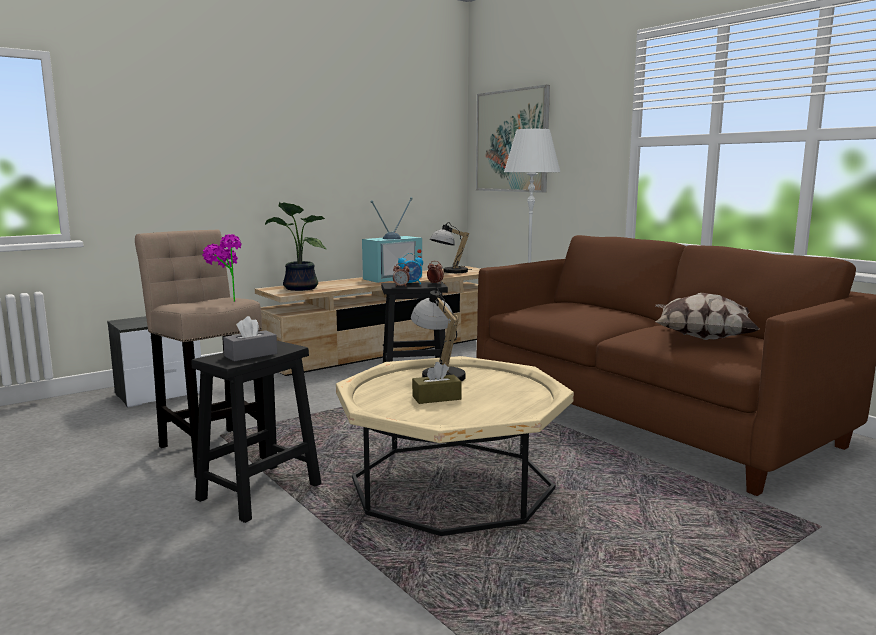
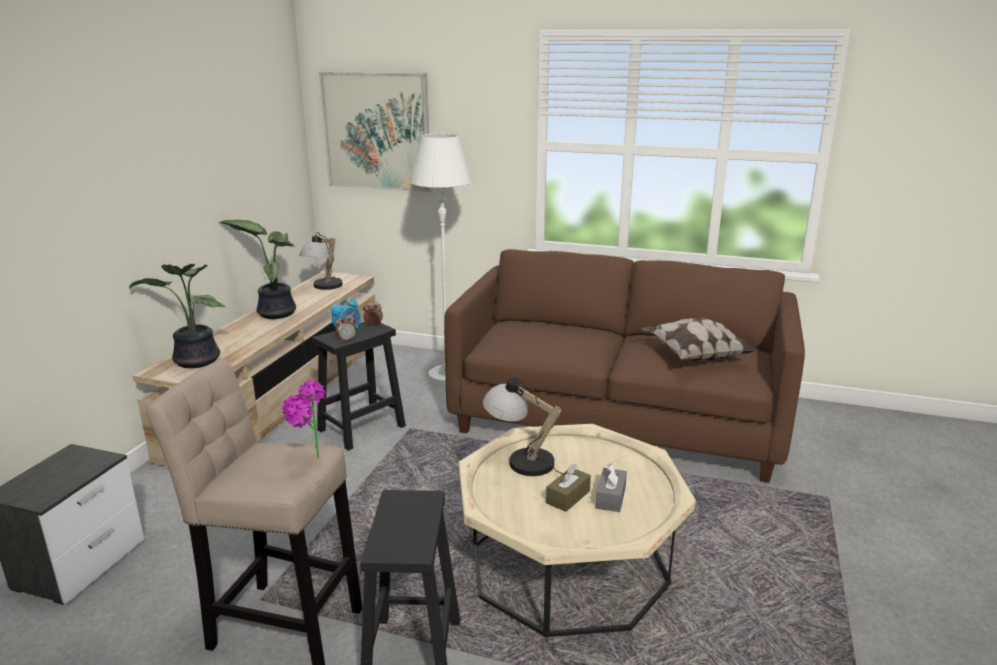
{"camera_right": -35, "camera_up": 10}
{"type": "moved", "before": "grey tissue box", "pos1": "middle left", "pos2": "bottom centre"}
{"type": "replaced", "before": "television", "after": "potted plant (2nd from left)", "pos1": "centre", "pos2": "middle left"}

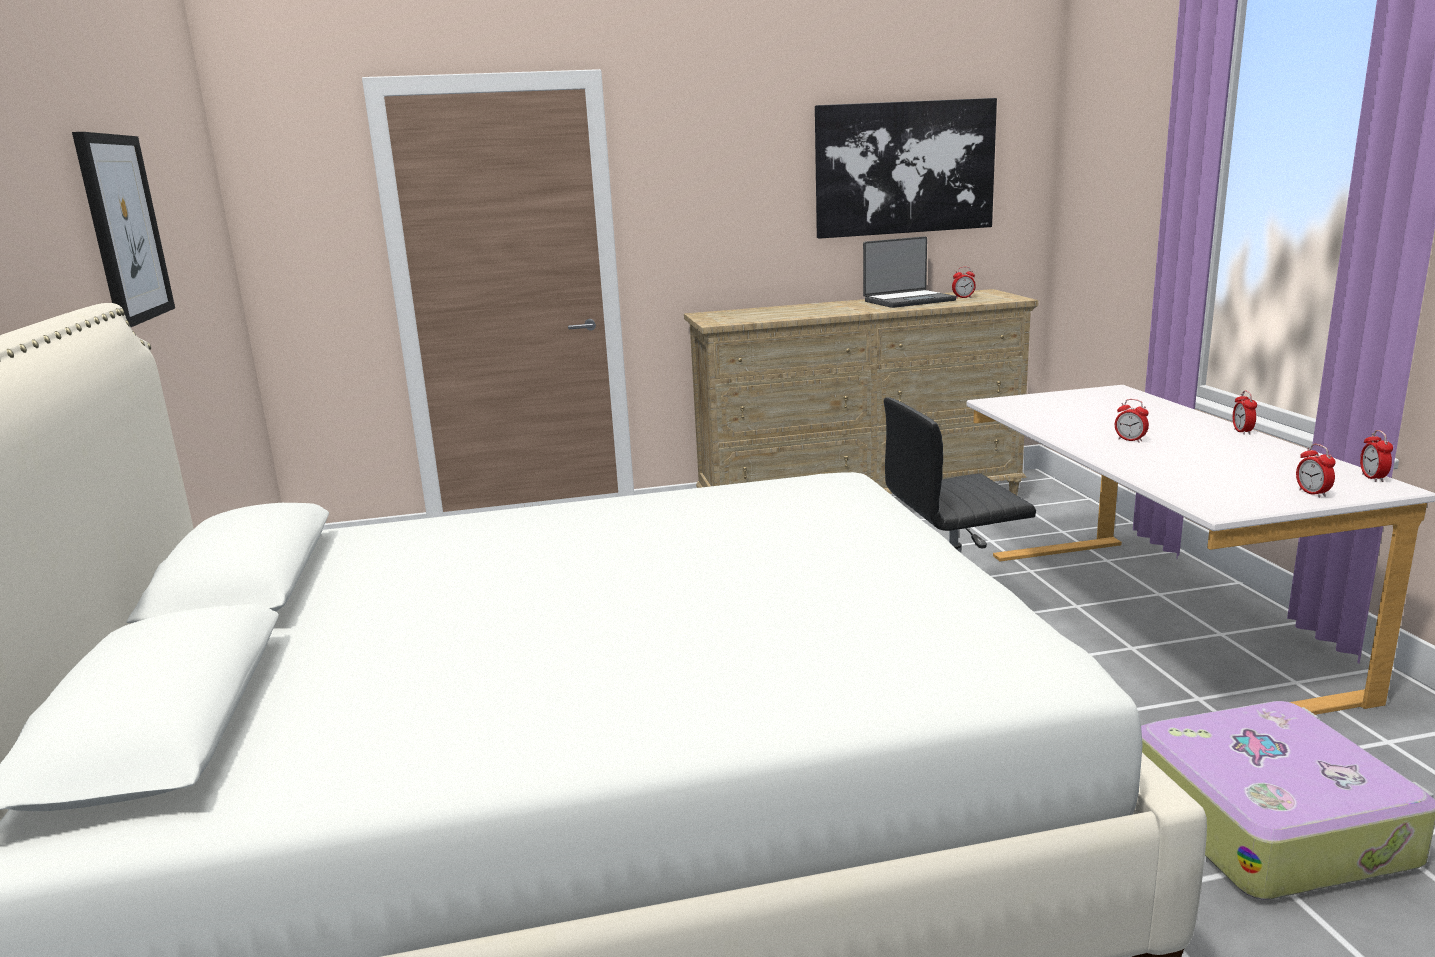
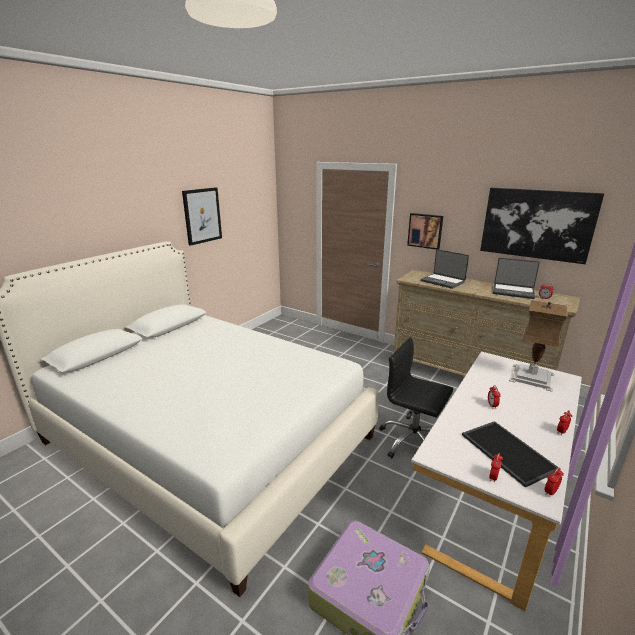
{"camera_right": 45, "camera_up": 5}
{"type": "added", "after": "picture (2nd from left)", "pos2": "middle right"}
{"type": "added", "after": "laptop (1st from left)", "pos2": "middle right"}
{"type": "added", "after": "tray", "pos2": "bottom right"}
{"type": "added", "after": "table lamp", "pos2": "middle right"}

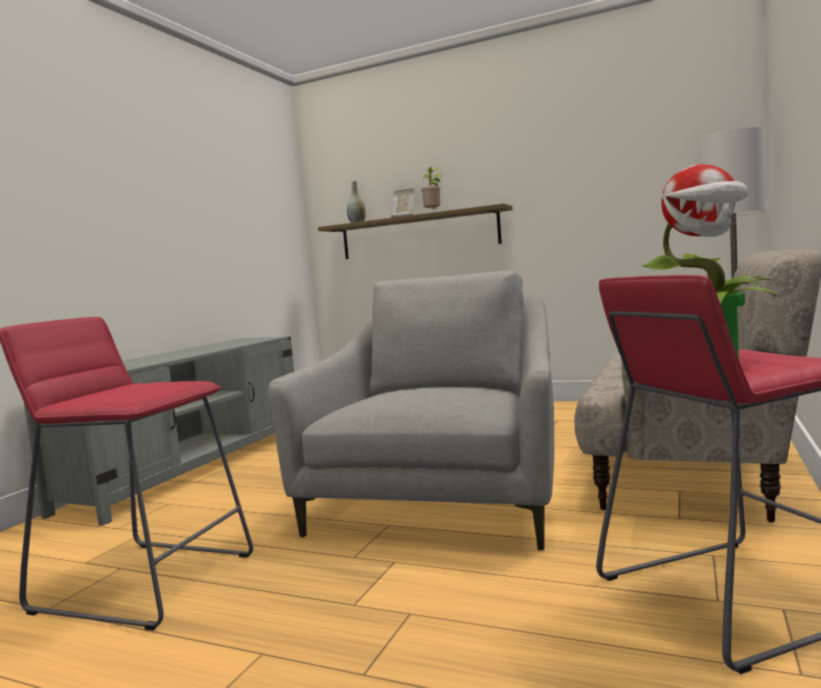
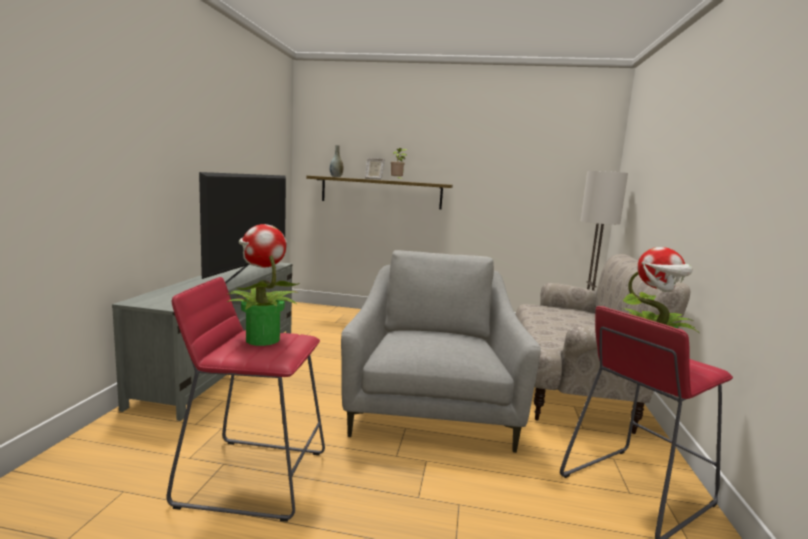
{"camera_right": -15, "camera_up": 5}
{"type": "added", "after": "television", "pos2": "middle left"}
{"type": "added", "after": "potted plant (1st from left)", "pos2": "middle left"}

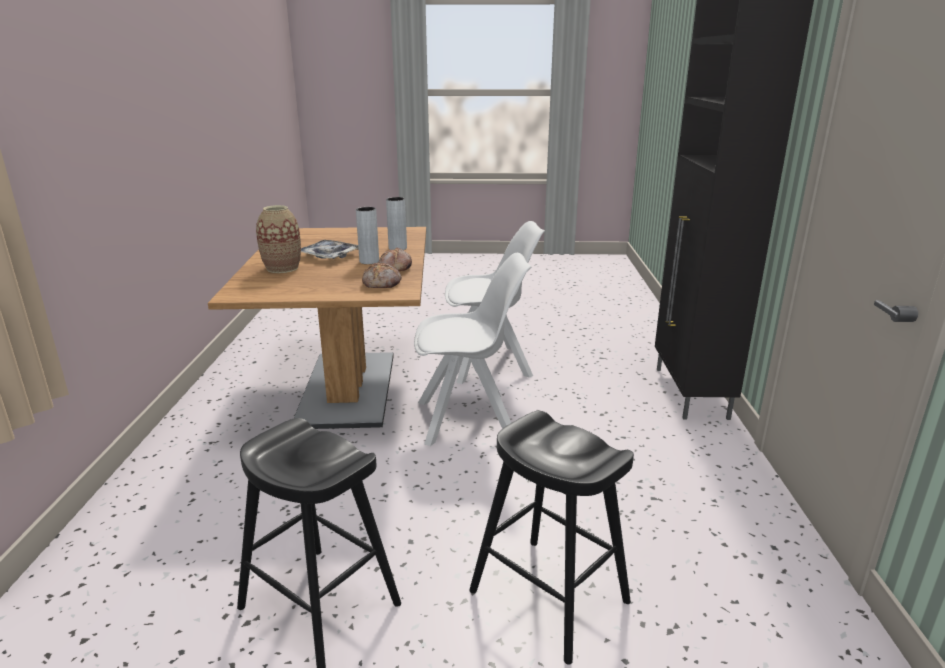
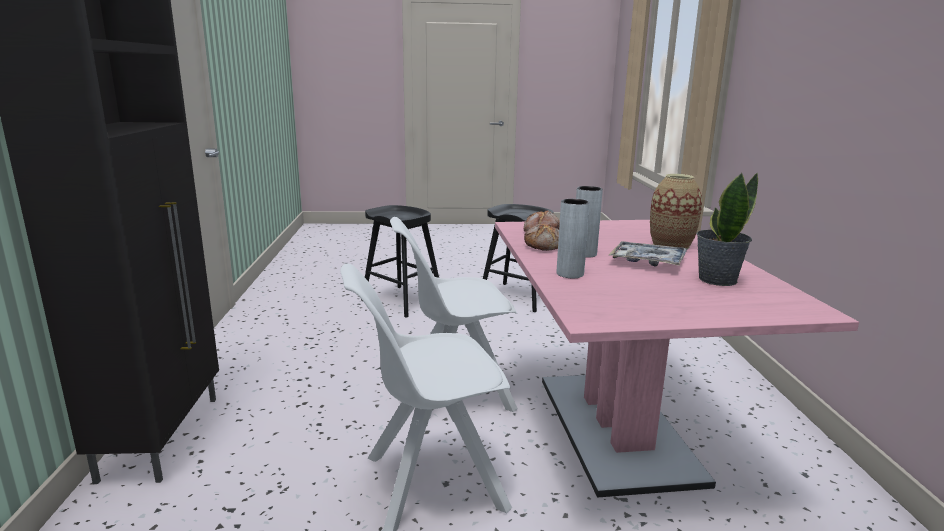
{"camera_right": 175, "camera_up": -5}
{"type": "added", "after": "potted plant", "pos2": "middle right"}
{"type": "recoloured", "before": "brown dining table", "after": "pink dining table", "pos1": "centre", "pos2": "bottom right"}

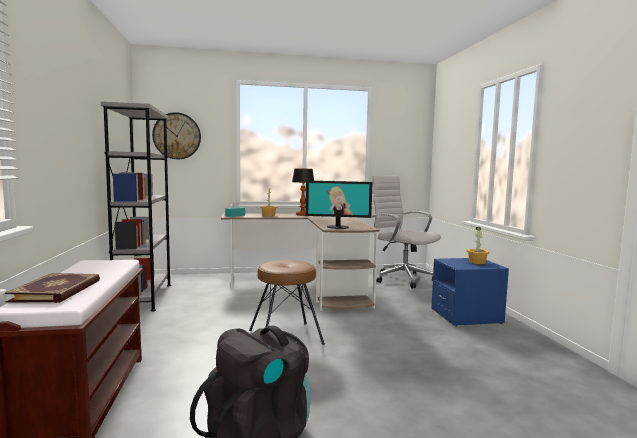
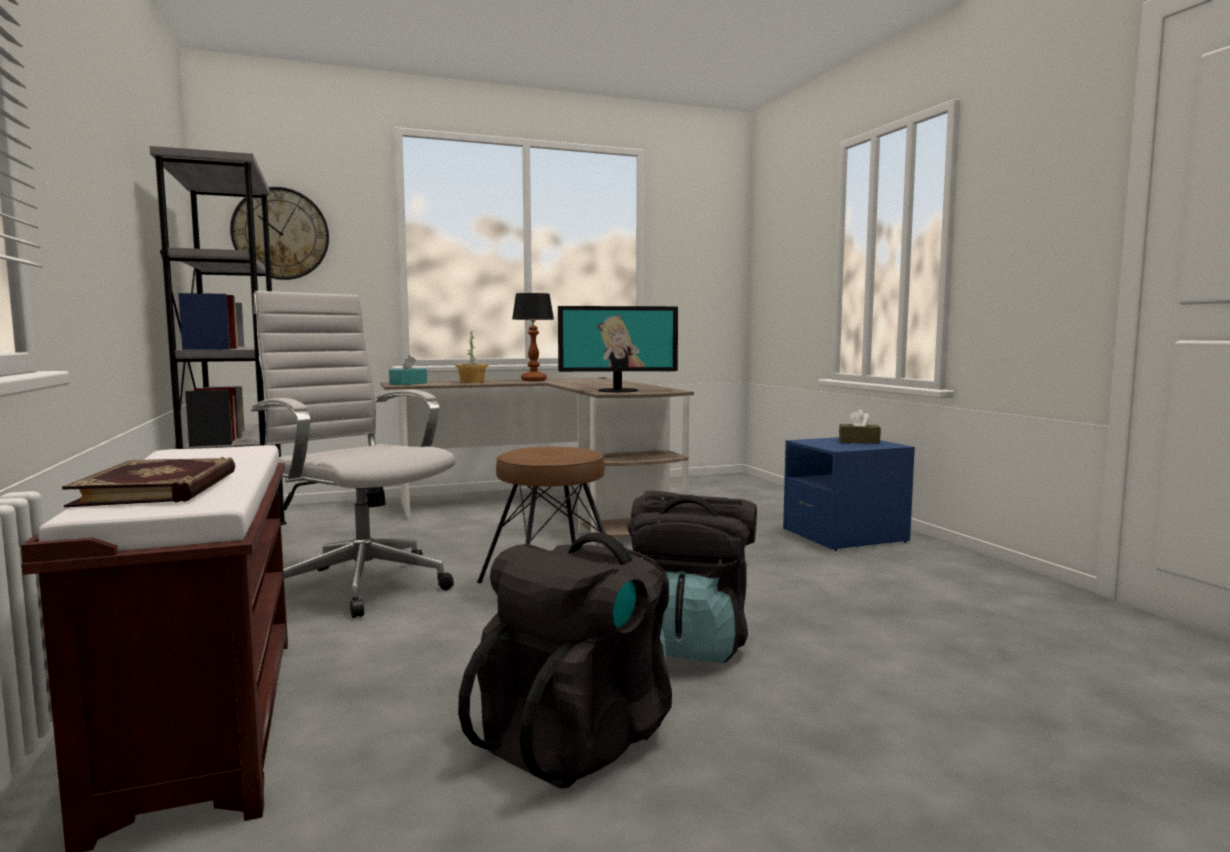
{"camera_right": -10, "camera_up": 0}
{"type": "added", "after": "black backpack (2nd from left)", "pos2": "bottom centre"}
{"type": "moved", "before": "white office chair", "pos1": "centre", "pos2": "middle left"}
{"type": "replaced", "before": "potted plant (2nd from left)", "after": "brown tissue box", "pos1": "middle right", "pos2": "middle right"}

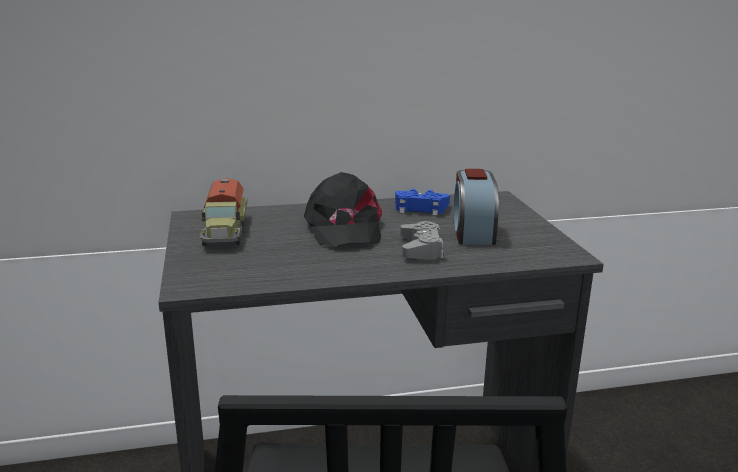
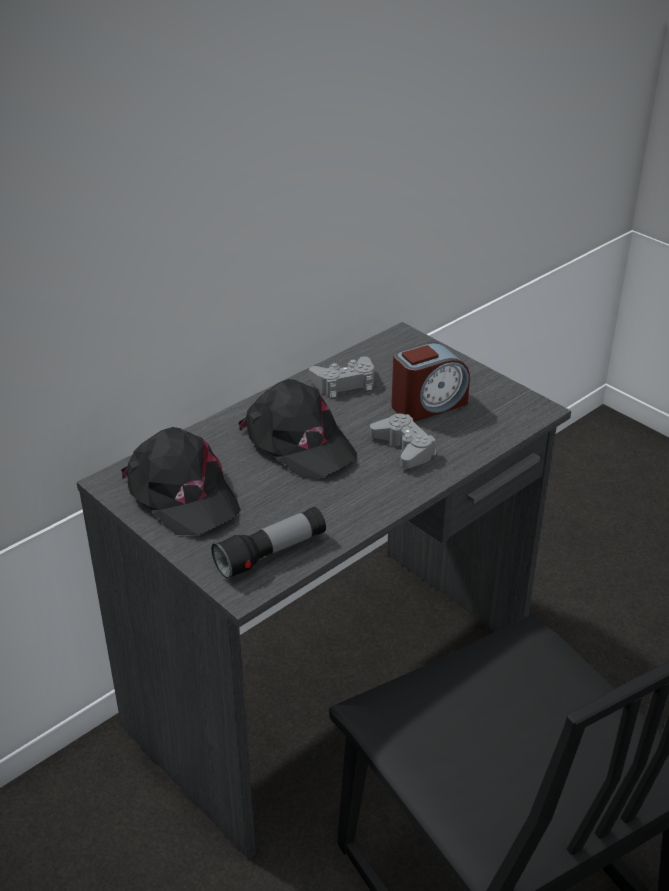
{"camera_right": -30, "camera_up": 15}
{"type": "added", "after": "flashlight", "pos2": "centre"}
{"type": "replaced", "before": "toy truck", "after": "black cap (1st from left)", "pos1": "middle left", "pos2": "middle left"}
{"type": "recoloured", "before": "blue game controller", "after": "grey game controller (1st from left)", "pos1": "centre", "pos2": "centre"}
{"type": "turned", "before": "alarm clock", "pos1": "centre", "pos2": "centre", "turn": -90}

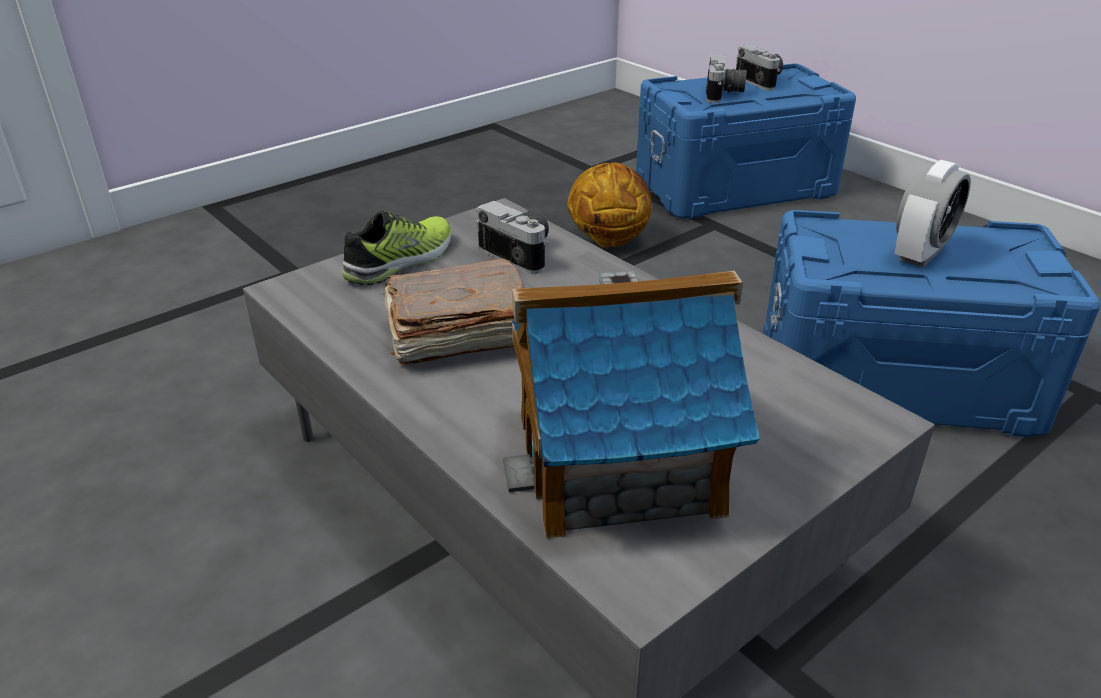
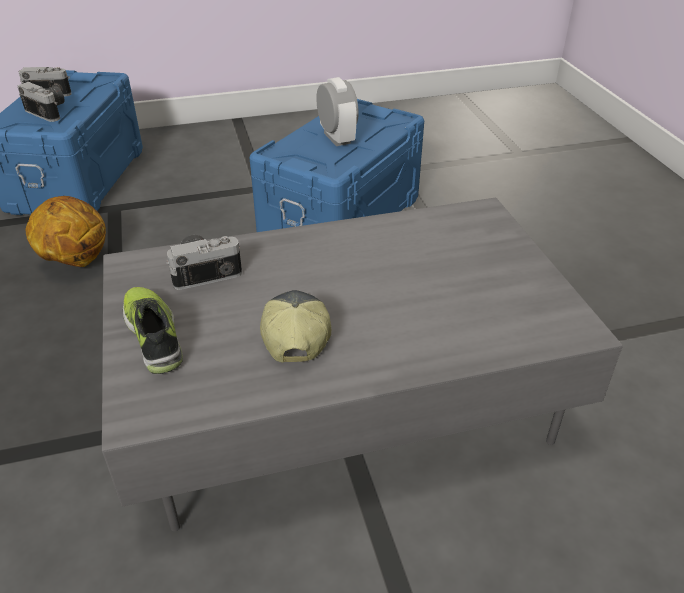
{"camera_right": -65, "camera_up": 5}
{"type": "removed", "before": "toy house", "pos1": "centre"}
{"type": "replaced", "before": "brown book", "after": "cap", "pos1": "centre", "pos2": "centre"}

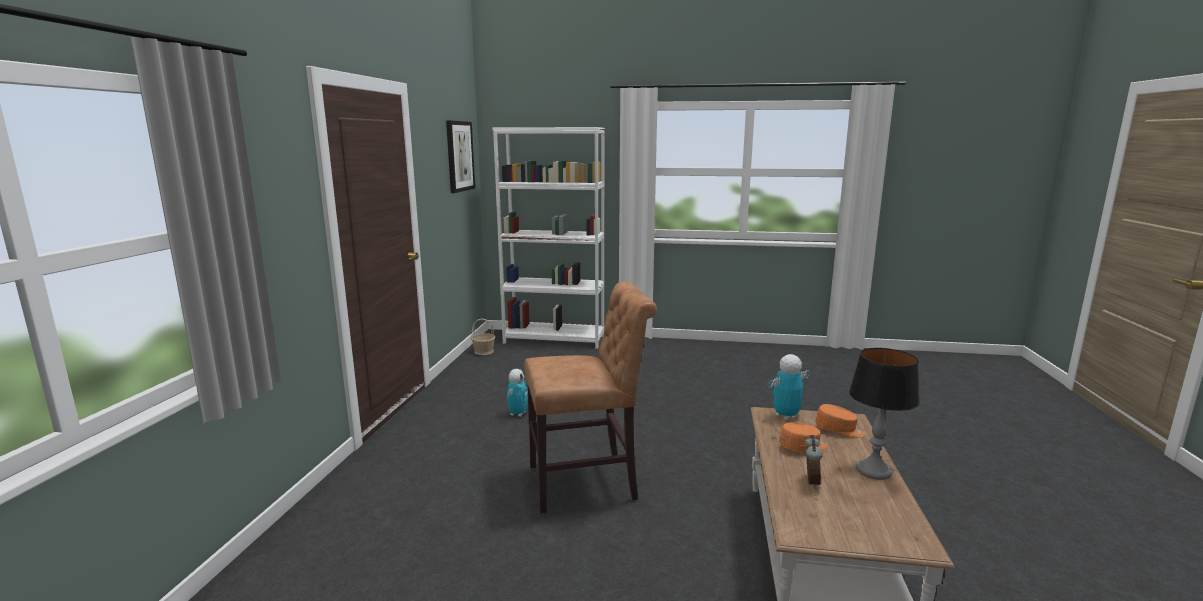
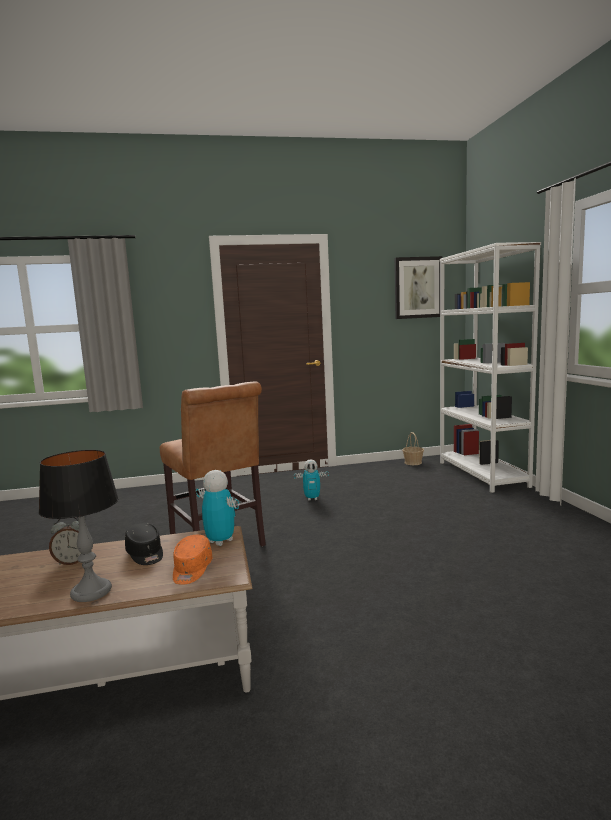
{"camera_right": 70, "camera_up": -5}
{"type": "recoloured", "before": "orange cap (1st from left)", "after": "black cap", "pos1": "bottom right", "pos2": "middle left"}

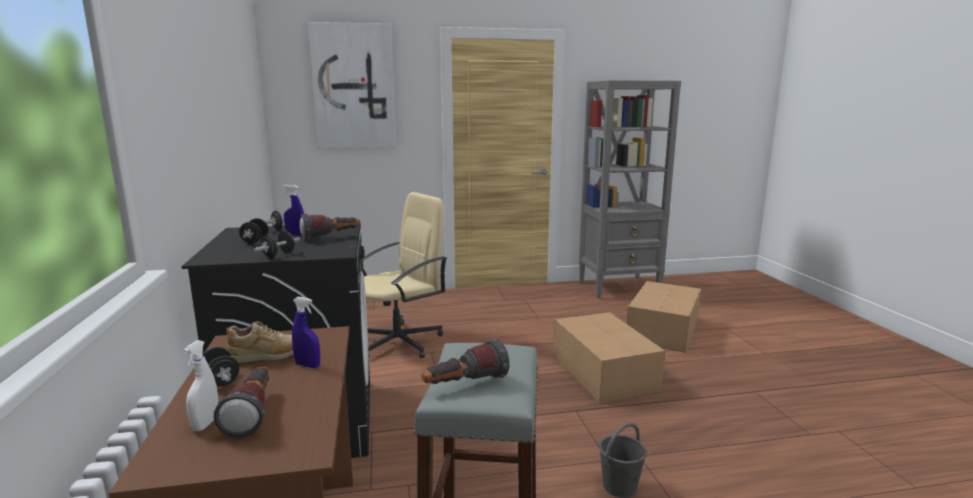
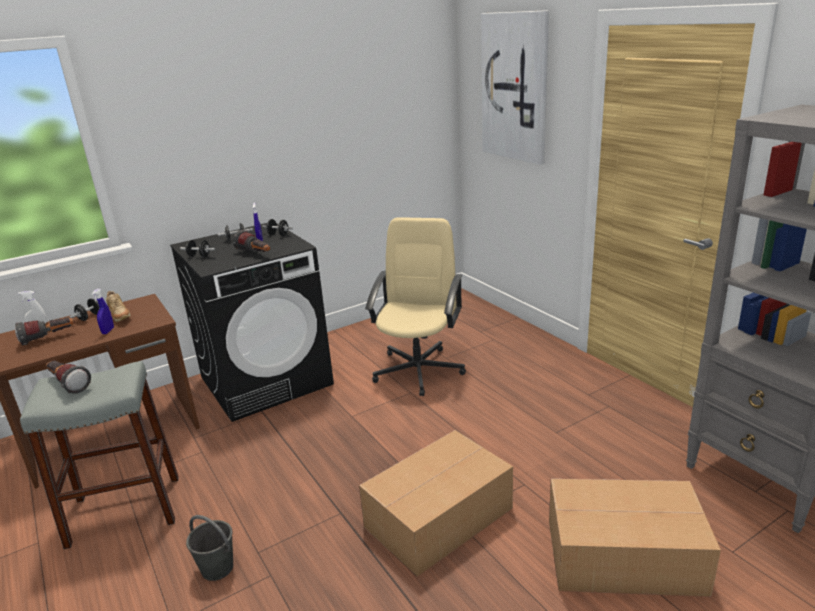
{"camera_right": 70, "camera_up": 10}
{"type": "turned", "before": "beige office chair", "pos1": "centre", "pos2": "centre", "turn": -105}

